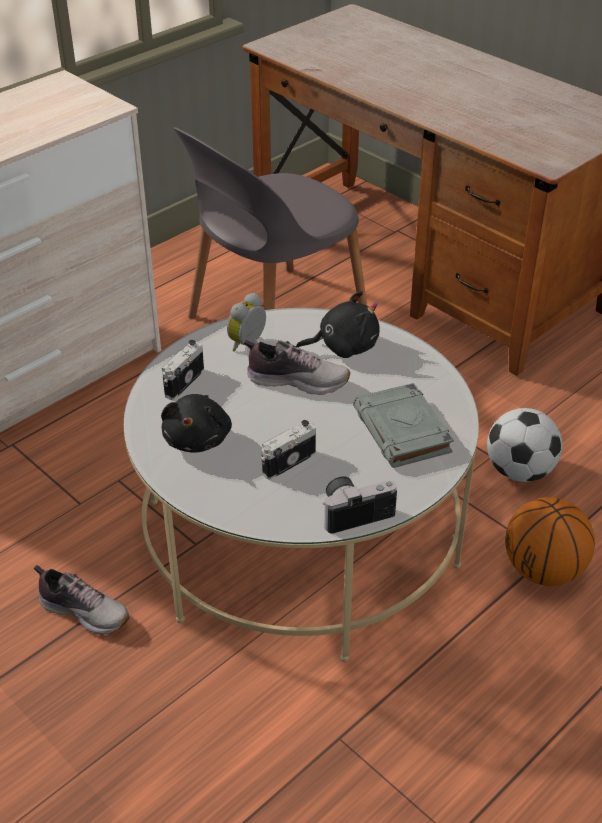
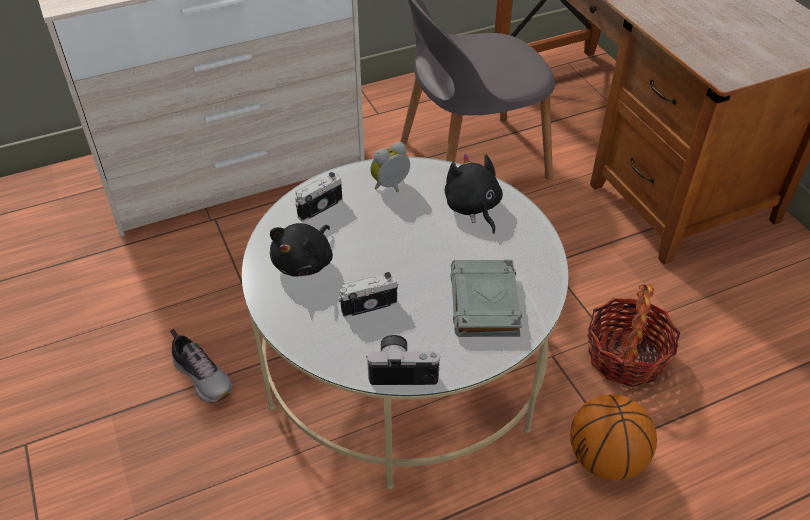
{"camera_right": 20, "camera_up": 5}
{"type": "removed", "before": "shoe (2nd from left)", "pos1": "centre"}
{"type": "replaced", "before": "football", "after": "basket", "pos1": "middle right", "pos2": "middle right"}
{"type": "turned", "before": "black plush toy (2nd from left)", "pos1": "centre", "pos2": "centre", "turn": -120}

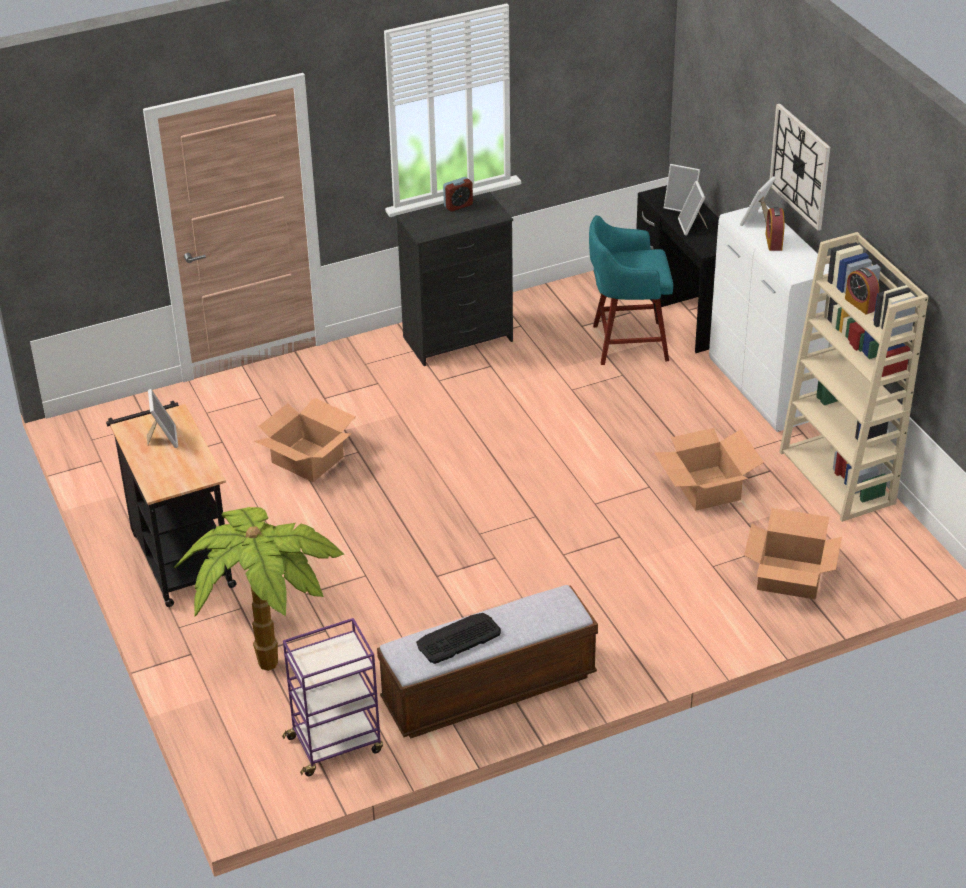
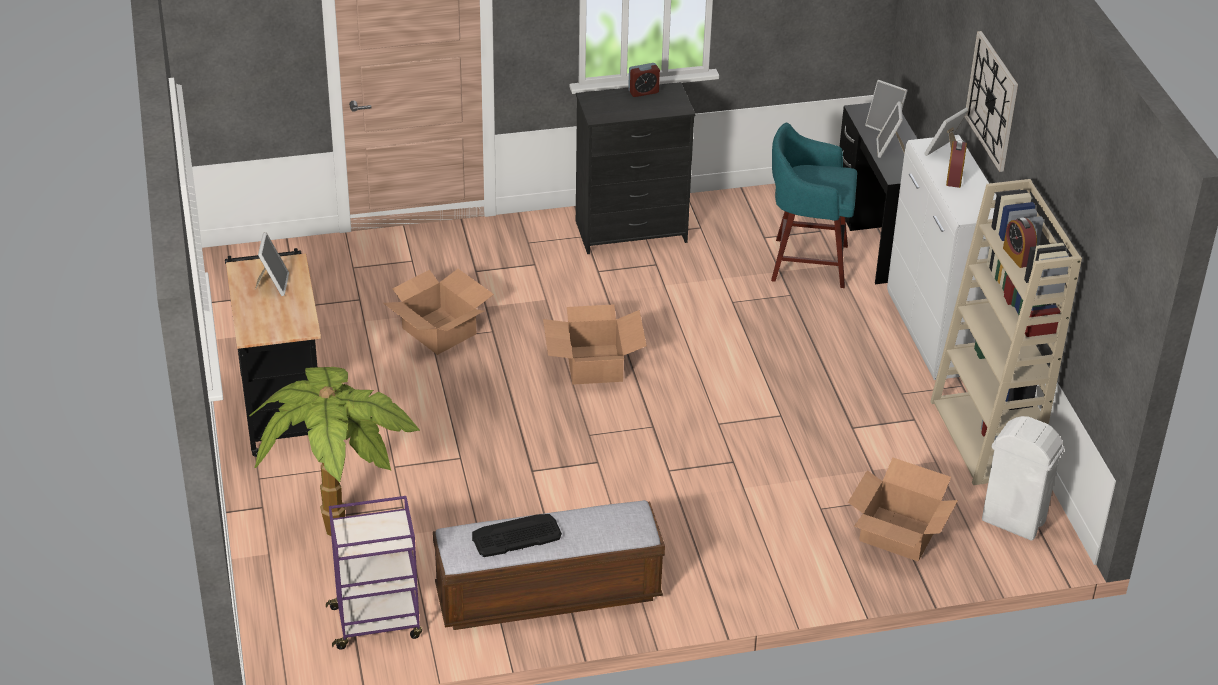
{"camera_right": 10, "camera_up": 0}
{"type": "added", "after": "white trash can", "pos2": "bottom right"}
{"type": "moved", "before": "cardboard box (2nd from left)", "pos1": "middle right", "pos2": "centre"}

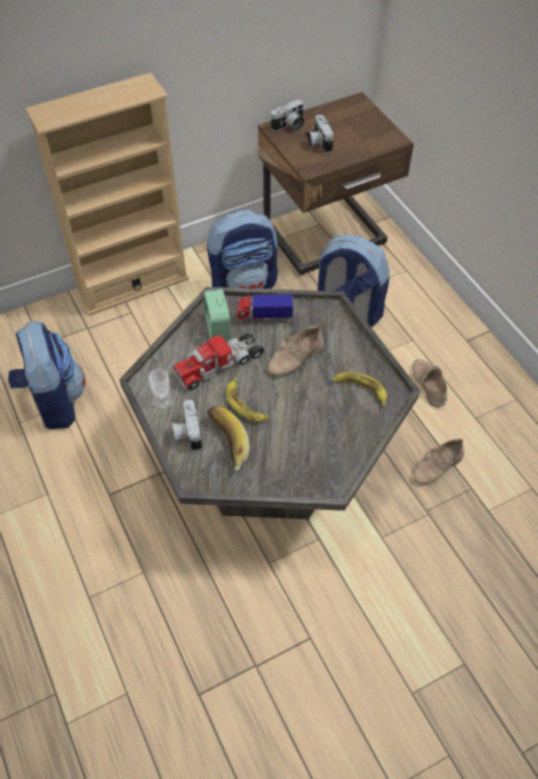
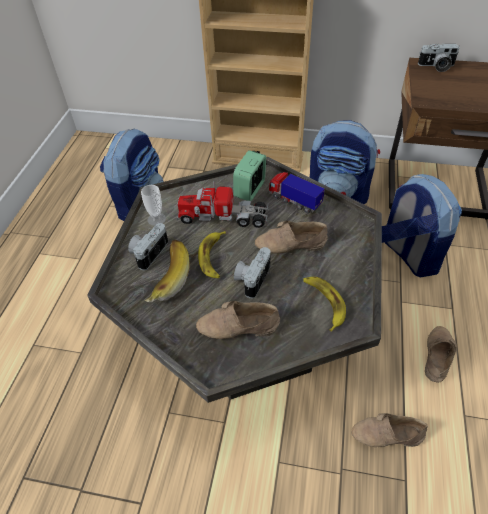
{"camera_right": 40, "camera_up": -5}
{"type": "added", "after": "beige shoe (1st from left)", "pos2": "centre"}
{"type": "moved", "before": "photo camera (3rd from left in the first image)", "after": "photo camera (2nd from left)", "pos1": "top centre", "pos2": "centre"}

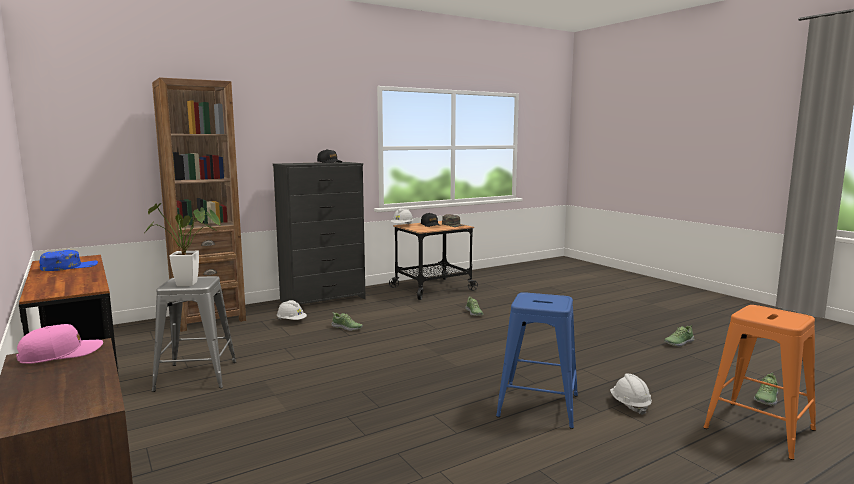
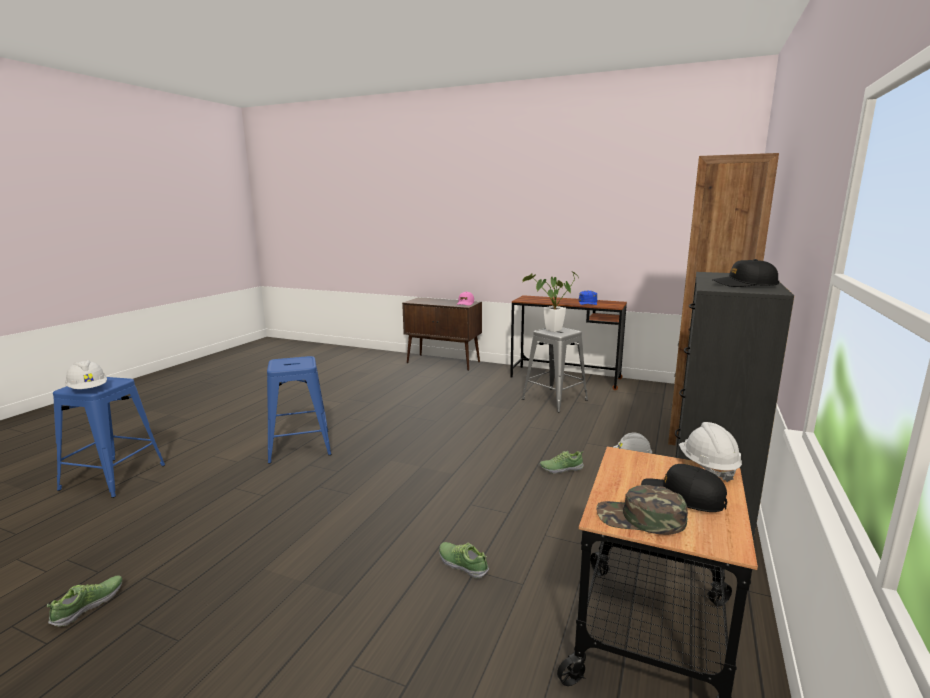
{"camera_right": 145, "camera_up": 5}
{"type": "removed", "before": "shoe (4th from left)", "pos1": "bottom right"}
{"type": "moved", "before": "white hard hat (3rd from left in the first image)", "after": "white hard hat (1st from left)", "pos1": "bottom right", "pos2": "middle left"}
{"type": "recoloured", "before": "orange stool", "after": "blue stool (1st from left)", "pos1": "bottom right", "pos2": "middle left"}

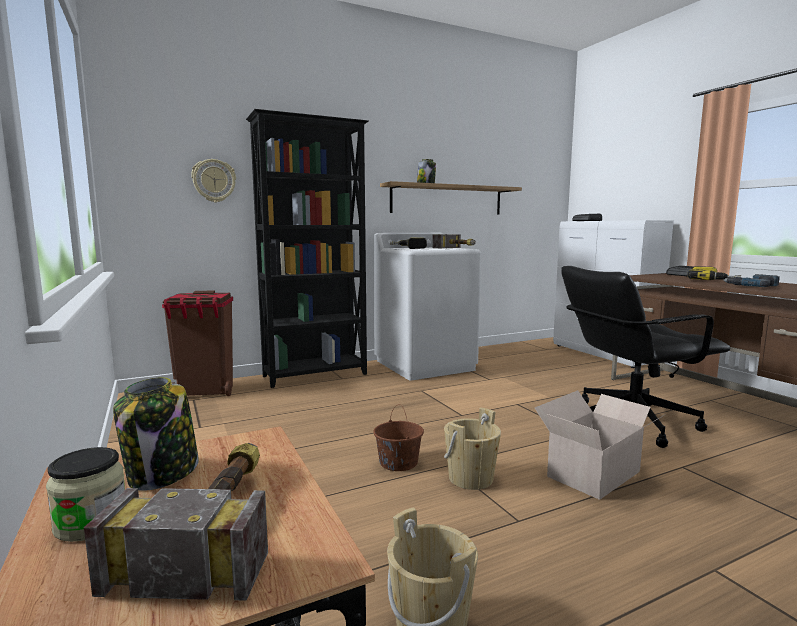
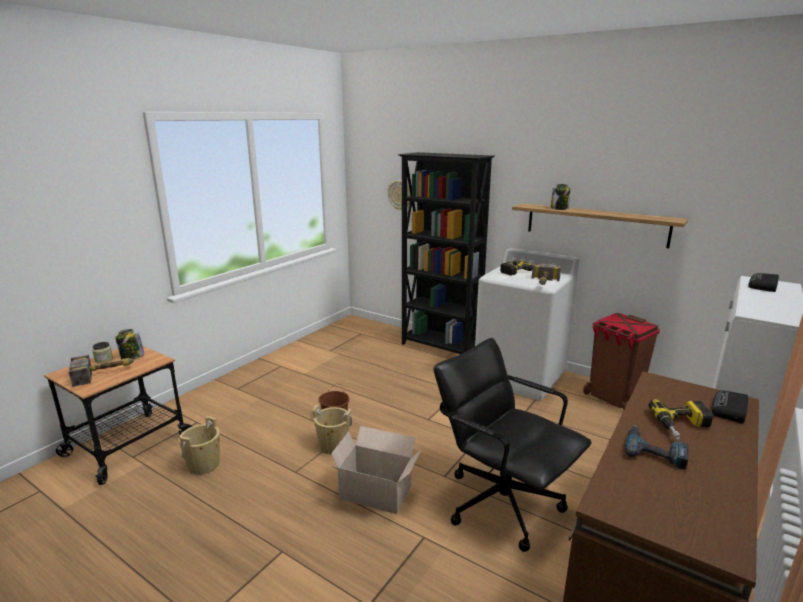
{"camera_right": 60, "camera_up": 10}
{"type": "moved", "before": "brown trash can", "pos1": "middle left", "pos2": "middle right"}

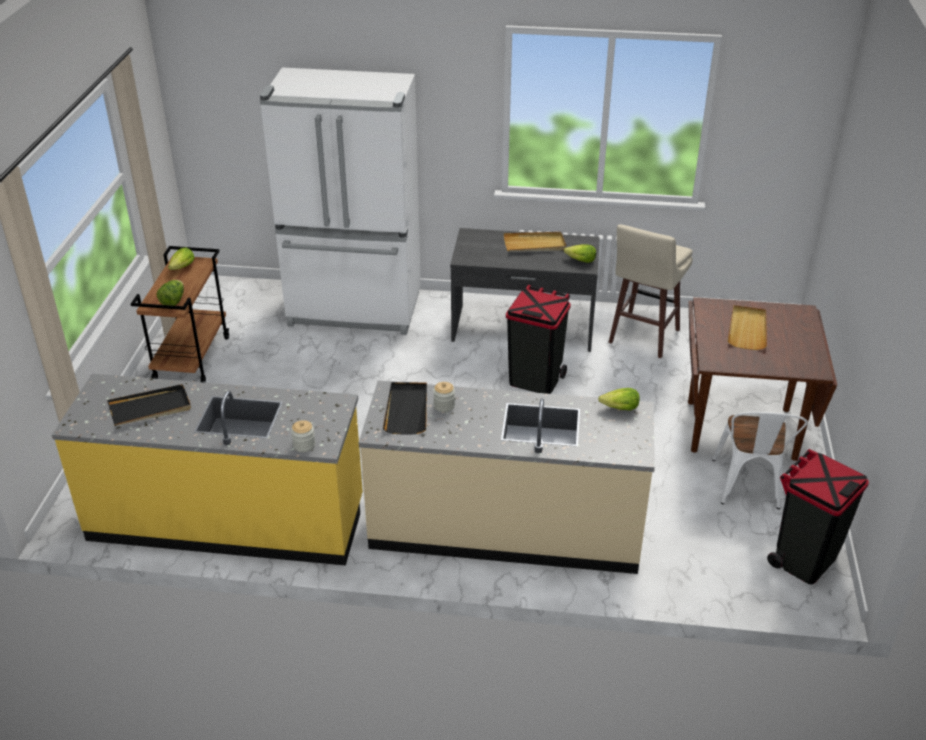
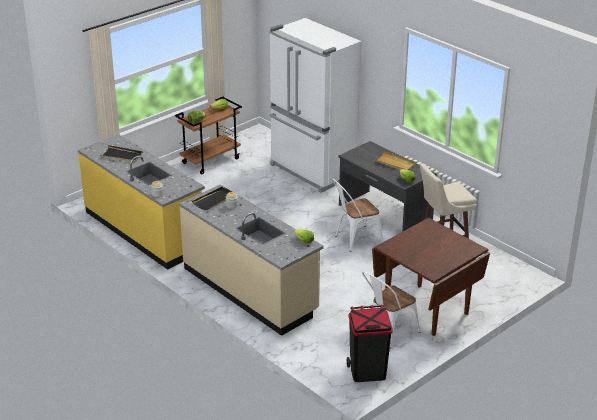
{"camera_right": 40, "camera_up": -5}
{"type": "removed", "before": "beige tray (2nd from left)", "pos1": "middle right"}
{"type": "replaced", "before": "black trash can (1st from left)", "after": "white chair (1st from left)", "pos1": "centre", "pos2": "centre"}

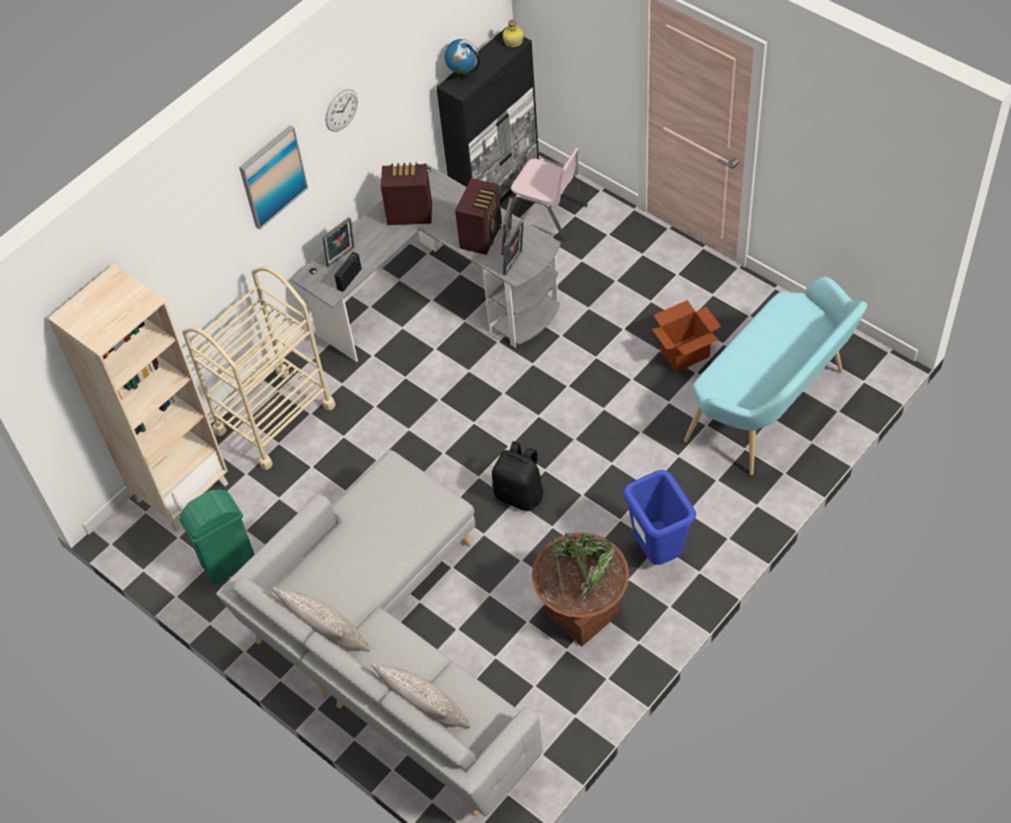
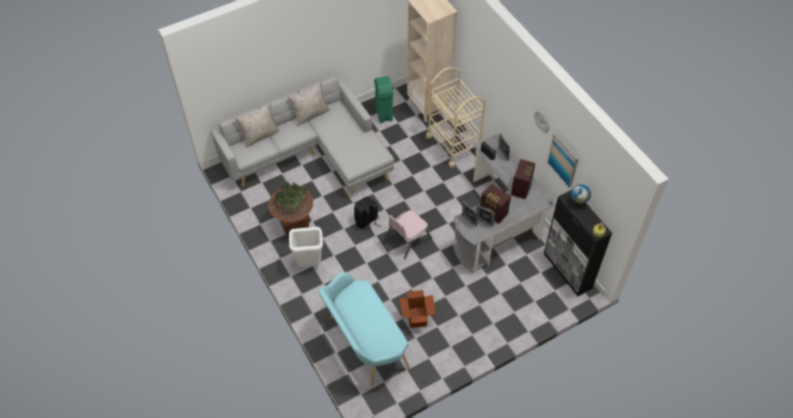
{"camera_right": 105, "camera_up": 0}
{"type": "moved", "before": "picture", "pos1": "top left", "pos2": "middle right"}
{"type": "moved", "before": "pink chair", "pos1": "top centre", "pos2": "centre"}
{"type": "recoloured", "before": "blue trash can", "after": "white trash can", "pos1": "centre", "pos2": "centre"}

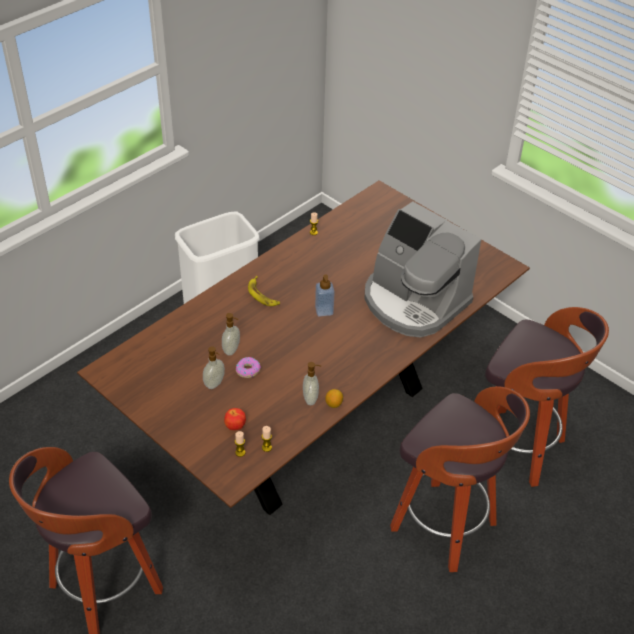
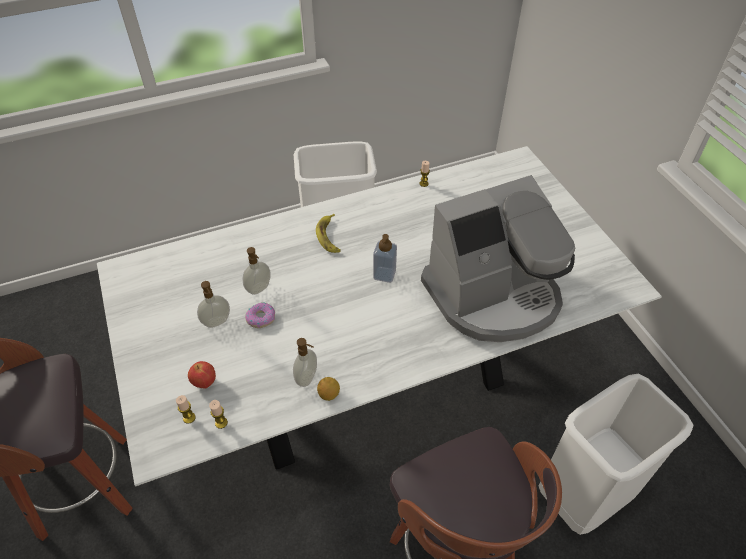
{"camera_right": 25, "camera_up": 5}
{"type": "replaced", "before": "stool (3rd from left)", "after": "white trash can (2nd from left)", "pos1": "middle right", "pos2": "bottom right"}
{"type": "recoloured", "before": "brown dining table", "after": "white dining table", "pos1": "centre", "pos2": "centre"}
{"type": "turned", "before": "coffee machine", "pos1": "centre", "pos2": "middle right", "turn": -90}

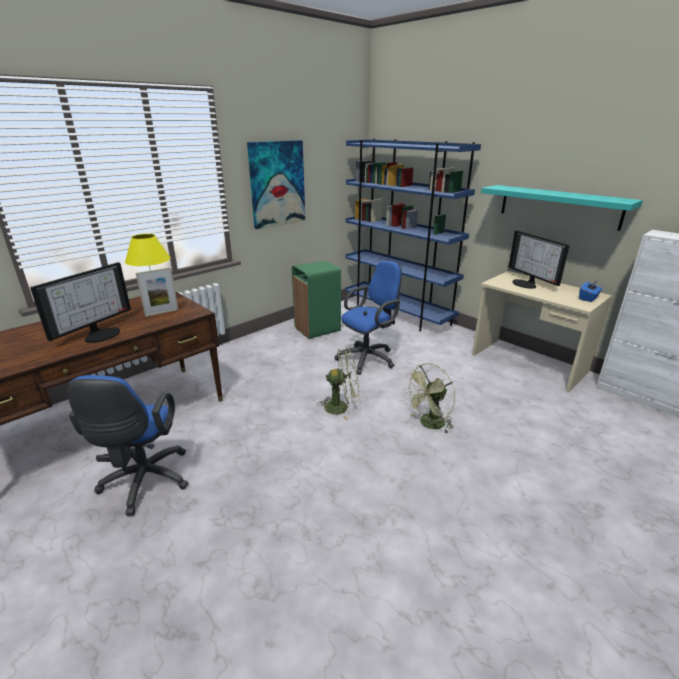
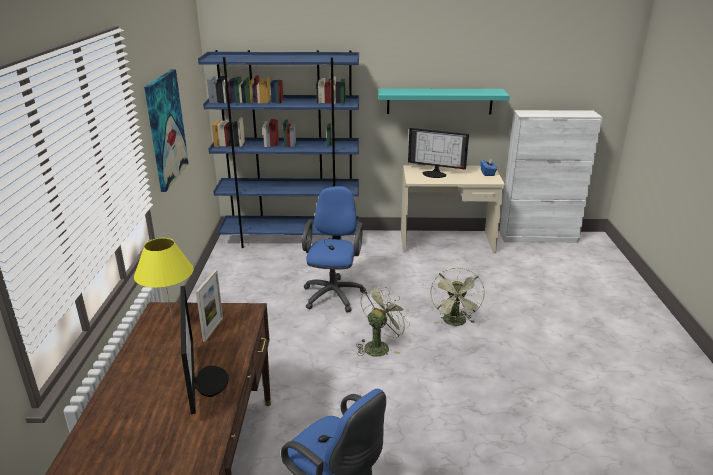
{"camera_right": -45, "camera_up": 0}
{"type": "removed", "before": "green trash can", "pos1": "centre"}

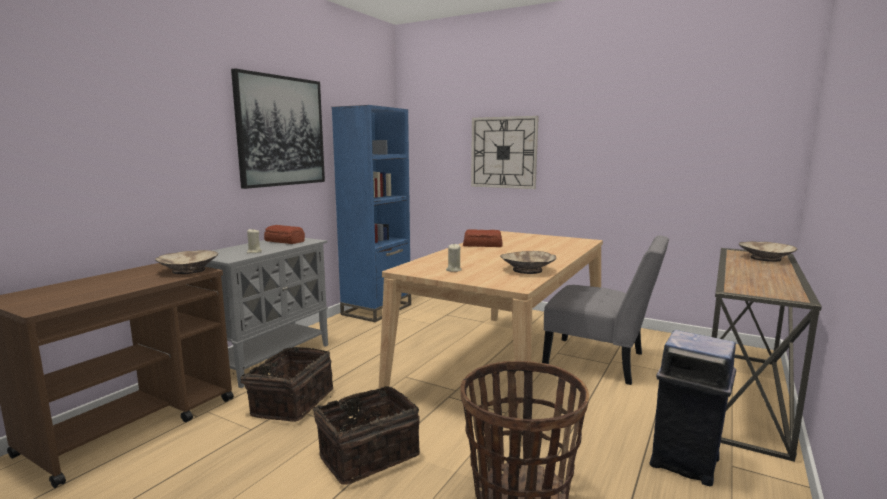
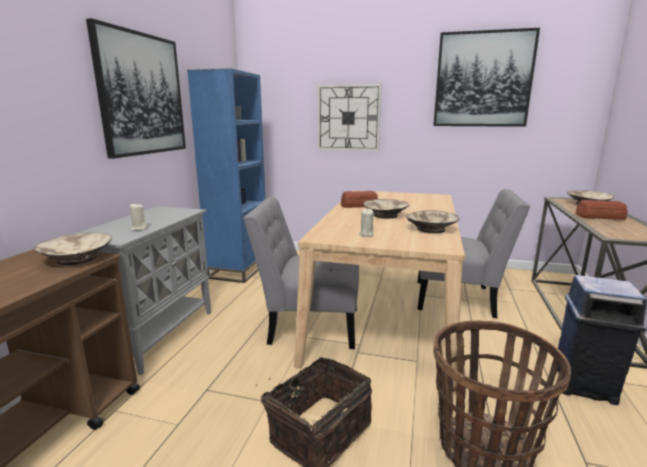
{"camera_right": -15, "camera_up": 5}
{"type": "removed", "before": "basket (1st from left)", "pos1": "bottom left"}
{"type": "added", "after": "grey chair (1st from left)", "pos2": "centre"}
{"type": "added", "after": "beige bowl (2nd from left)", "pos2": "centre"}
{"type": "added", "after": "picture (2nd from left)", "pos2": "top right"}
{"type": "moved", "before": "bread (1st from left in the first image)", "after": "bread (2nd from left)", "pos1": "middle left", "pos2": "middle right"}

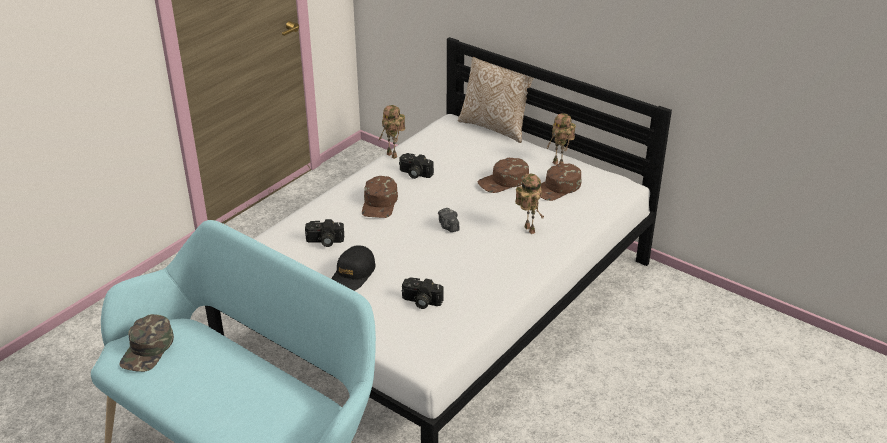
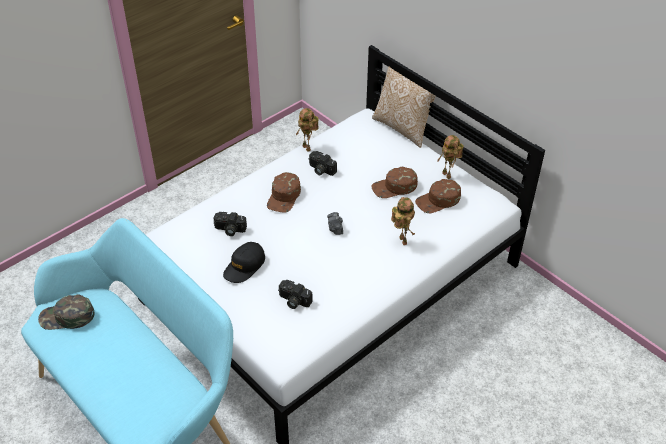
{"camera_right": 10, "camera_up": 10}
{"type": "turned", "before": "green cap", "pos1": "bottom left", "pos2": "bottom left", "turn": 60}

